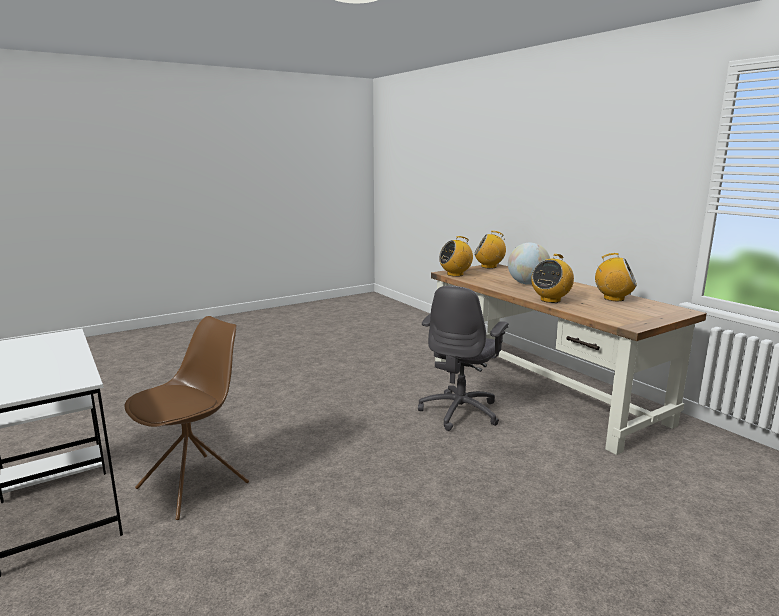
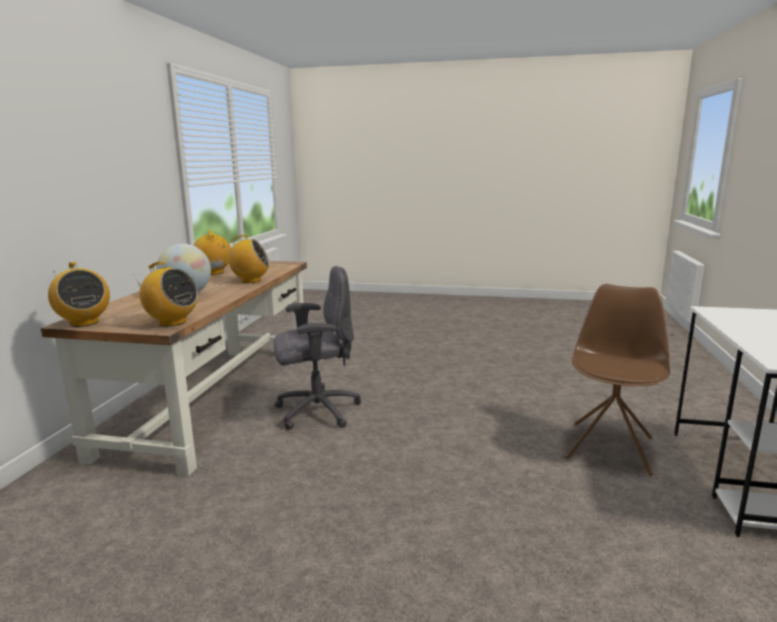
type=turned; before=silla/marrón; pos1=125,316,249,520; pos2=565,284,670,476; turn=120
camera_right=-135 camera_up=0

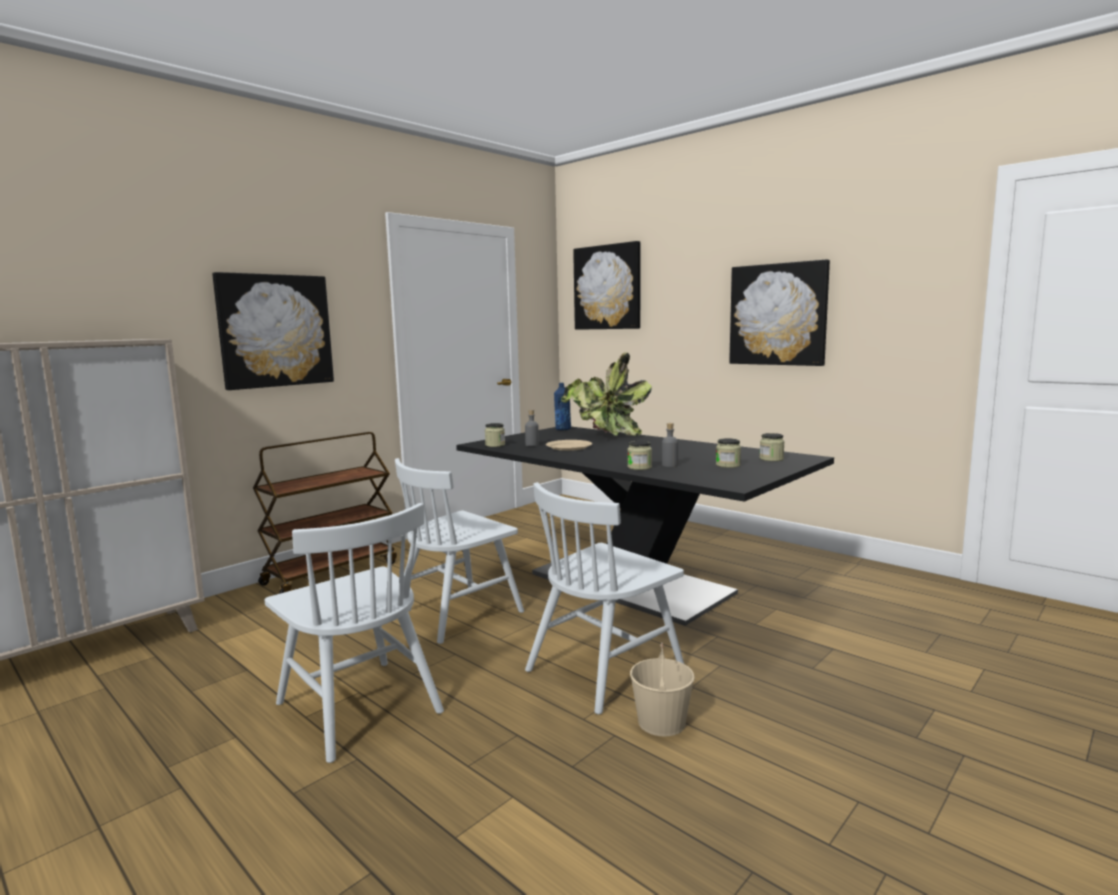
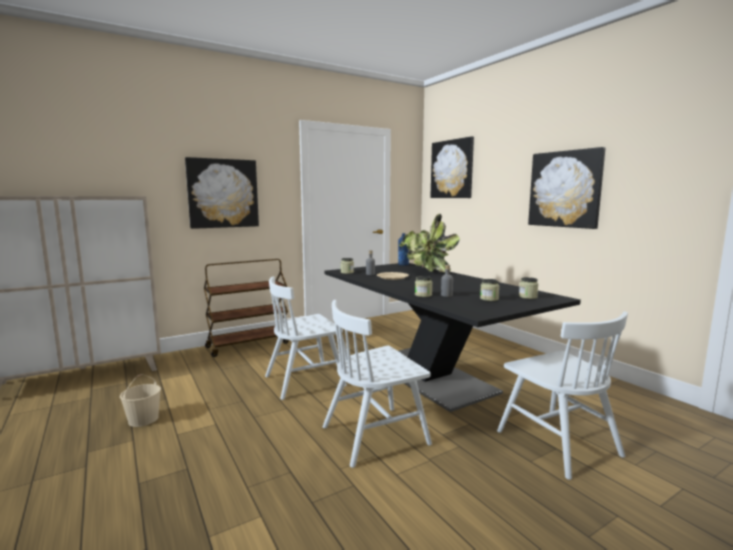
type=moved; before=silla/blanco; pos1=265,503,444,763; pos2=497,311,628,480
type=moved; before=cubo/beis; pos1=630,643,695,737; pos2=120,374,161,427
camera_right=15 camera_up=0

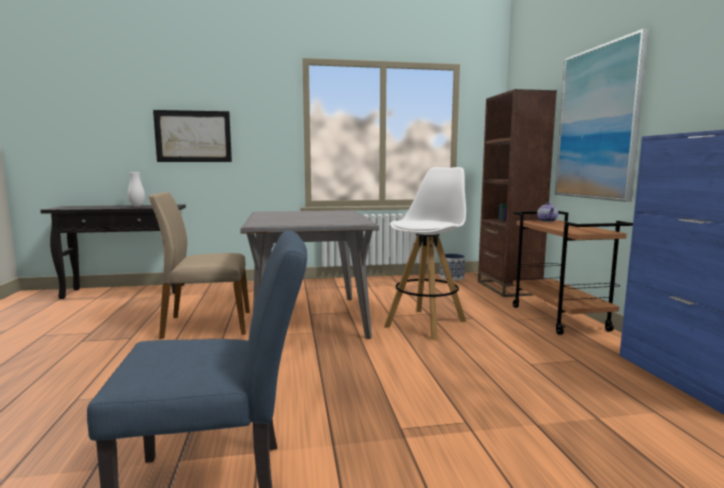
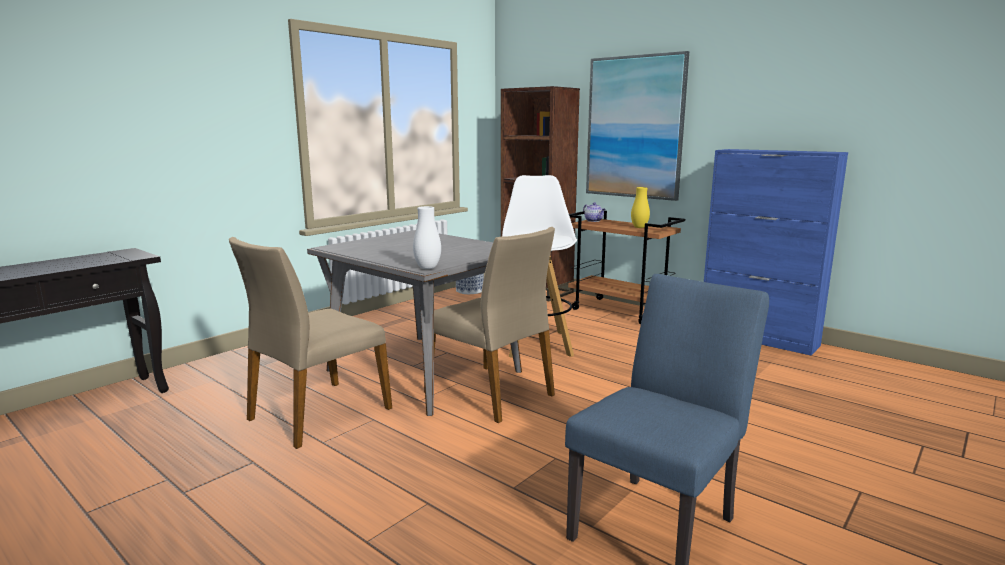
type=removed; before=cuadro; pos1=153,110,232,162
type=added; after=silla/beis; pos2=424,227,555,423
type=added; after=florero/amarillo; pos2=631,187,650,228
type=moved; before=florero/blanco; pos1=128,172,145,207; pos2=413,206,441,269
camera_right=-40 camera_up=5

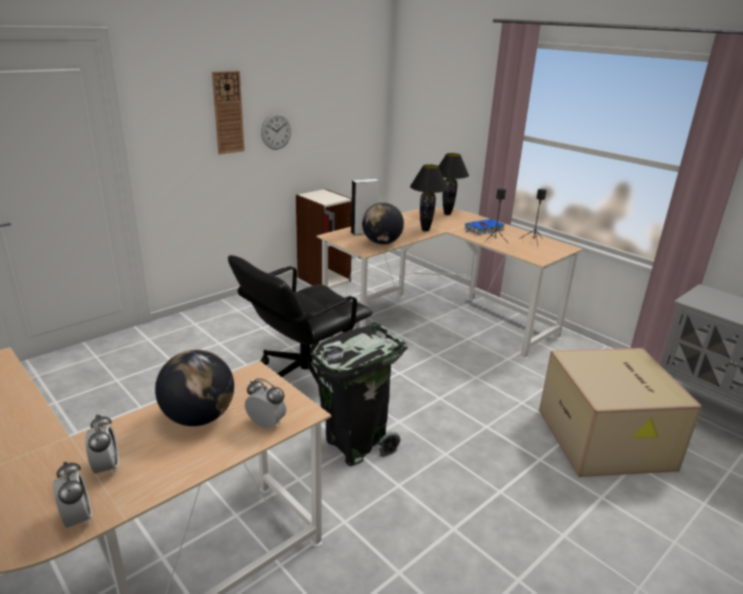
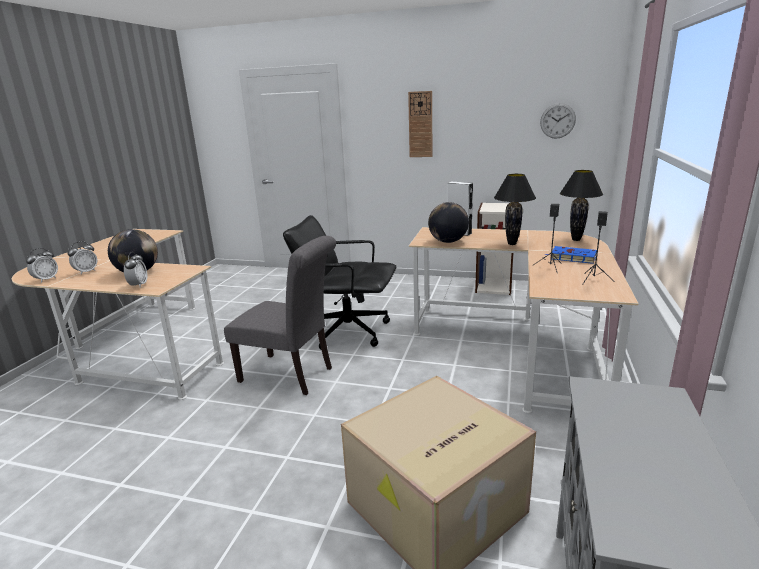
type=moved; before=reloj de pared; pos1=261,113,292,150; pos2=540,103,576,139
type=replaced; before=papelera/negro; after=silla/gris; pos1=312,322,408,466; pos2=224,236,336,395
camera_right=60 camera_up=-5

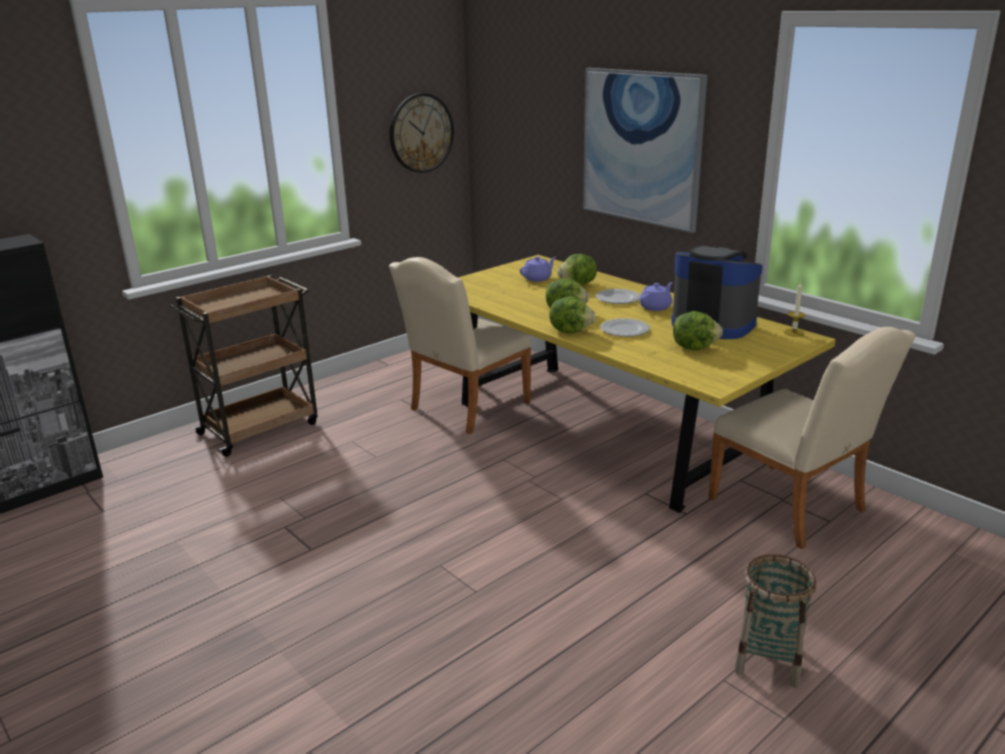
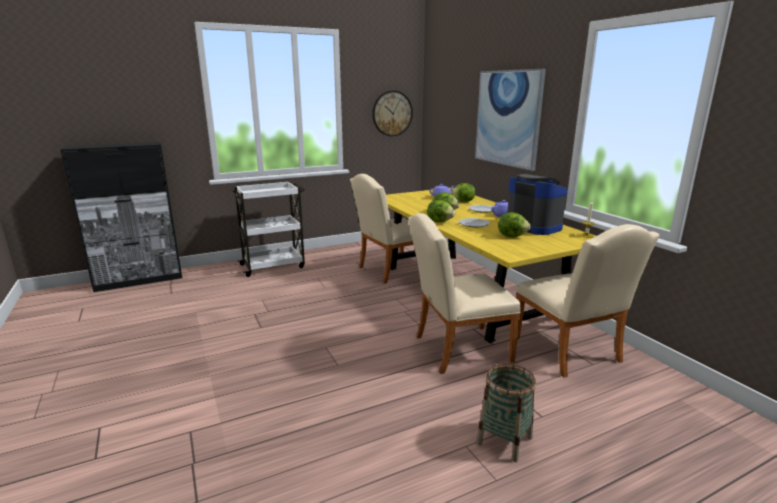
type=added; after=silla/beis; pos2=408,213,521,374
type=recoloured; before=carrito/marrón; after=carrito/blanco; pos1=169,275,318,457; pos2=229,181,305,277
camera_right=15 camera_up=-5

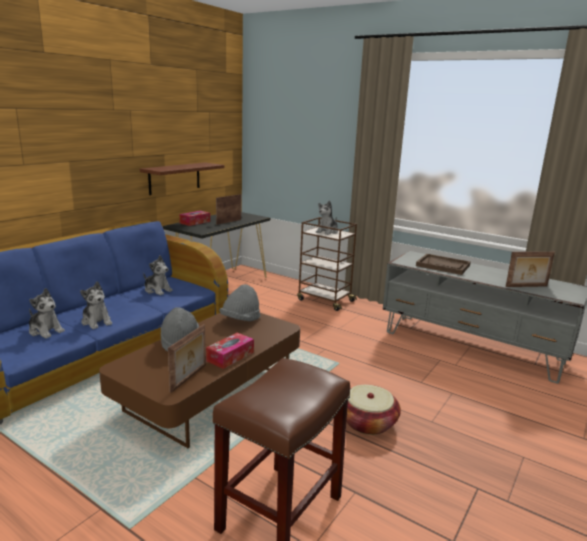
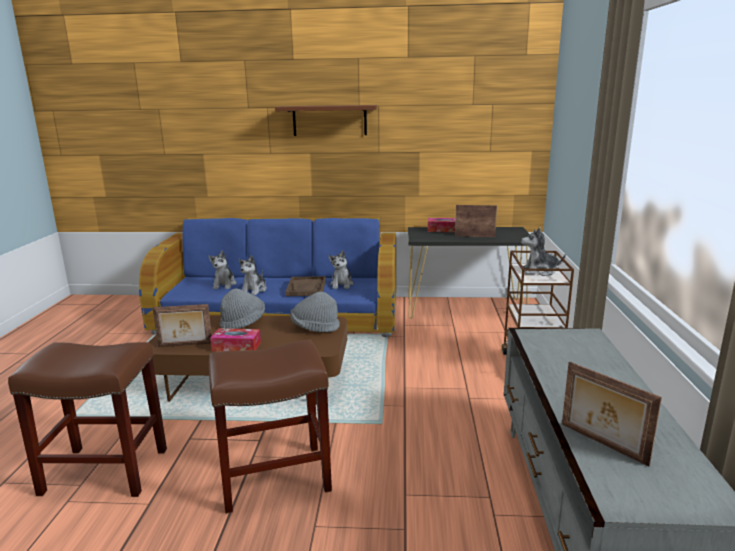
type=moved; before=estante/marrón; pos1=140,162,224,195; pos2=275,105,377,136
type=moved; before=bandeja/marrón; pos1=416,254,471,275; pos2=286,276,326,296
type=replaced; before=cesta; after=taburete/marrón; pos1=346,385,401,435; pos2=209,339,332,514
camera_right=60 camera_up=0

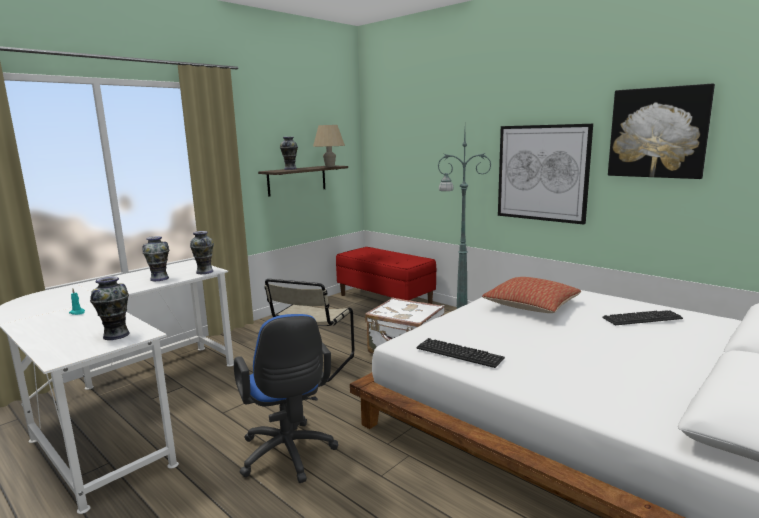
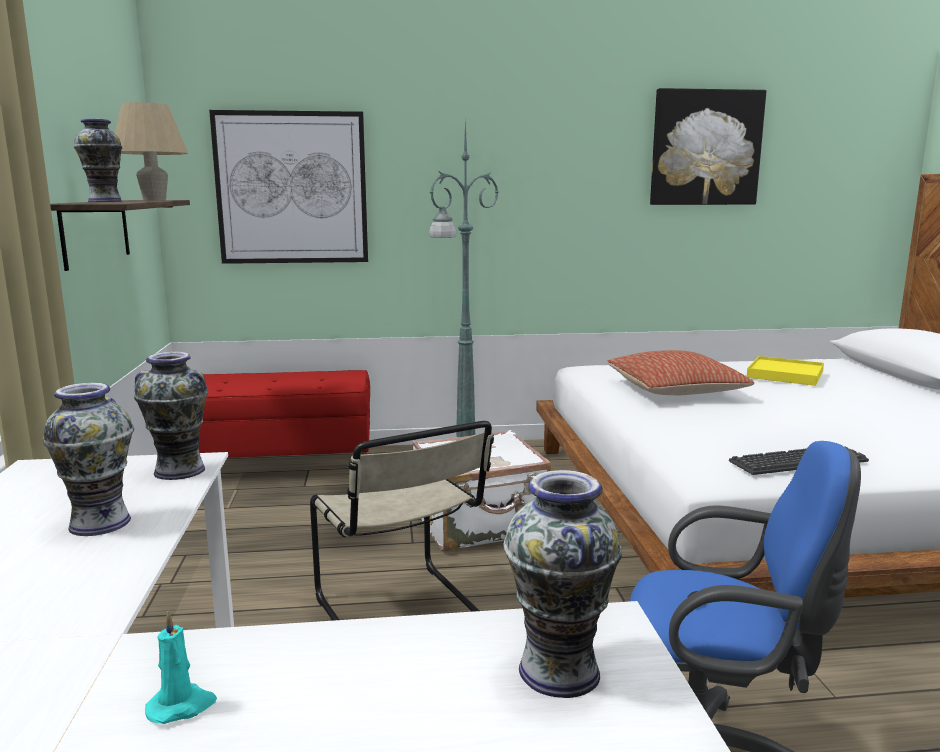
type=moved; before=cuadro; pos1=498,124,593,225; pos2=209,110,368,264
type=replaced; before=teclado; after=bandeja/amarillo; pos1=602,310,683,325; pos2=747,356,824,386
camera_right=-50 camera_up=0

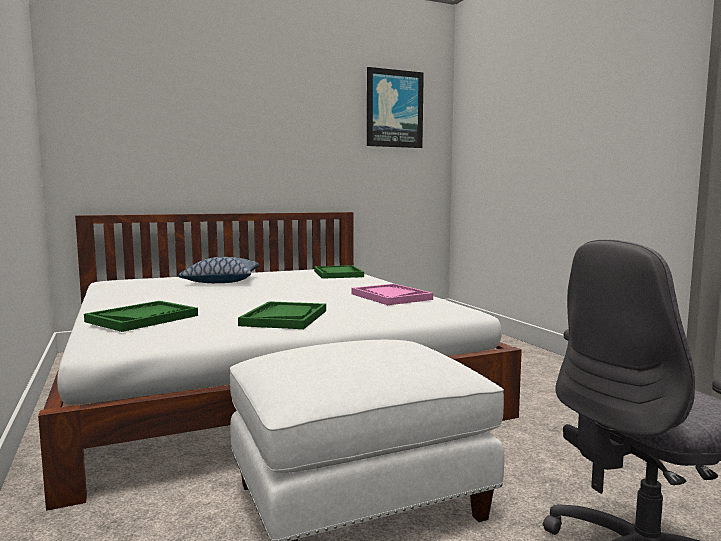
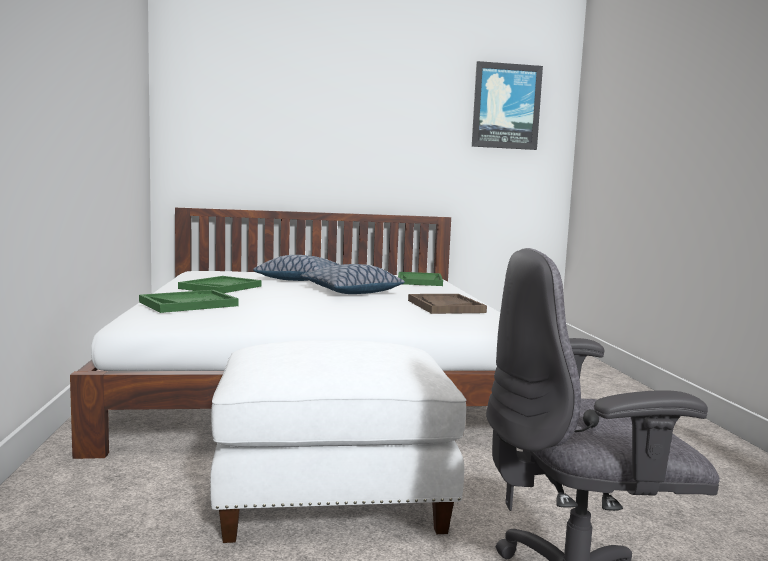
type=added; after=cojín; pos2=301,264,405,294
type=moved; before=bandeja/verde; pos1=238,301,326,329; pos2=178,276,261,293
type=recoloured; before=bandeja/rosa; after=bandeja/marrón; pos1=351,284,433,305; pos2=408,294,487,314
camera_right=15 camera_up=0

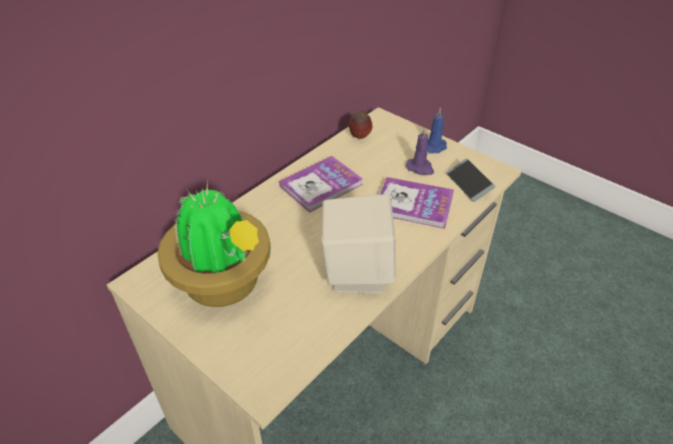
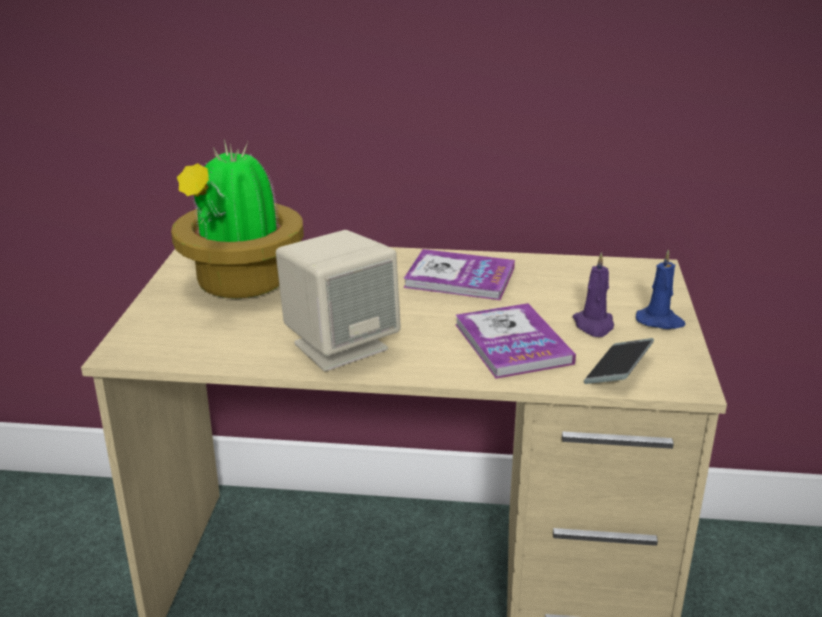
type=removed; before=manzana; pos1=348,111,372,139
camera_right=55 camera_up=-15

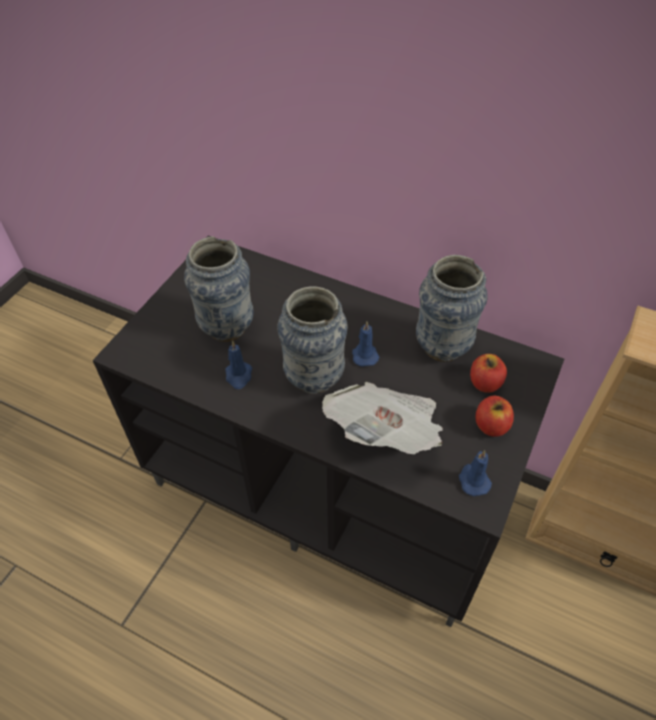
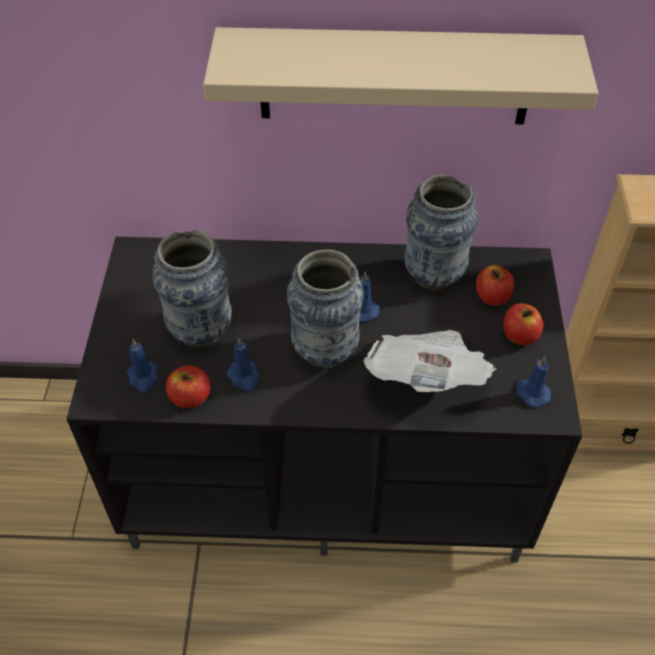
type=added; after=vela/azul; pos2=127,339,158,393
type=added; after=manzana; pos2=166,366,211,408
type=added; after=estante/beis; pos2=203,27,599,125
camera_right=-25 camera_up=0

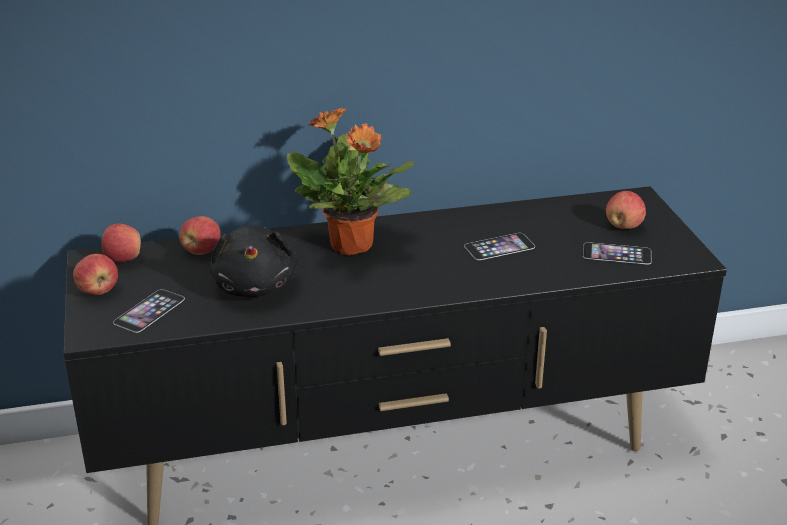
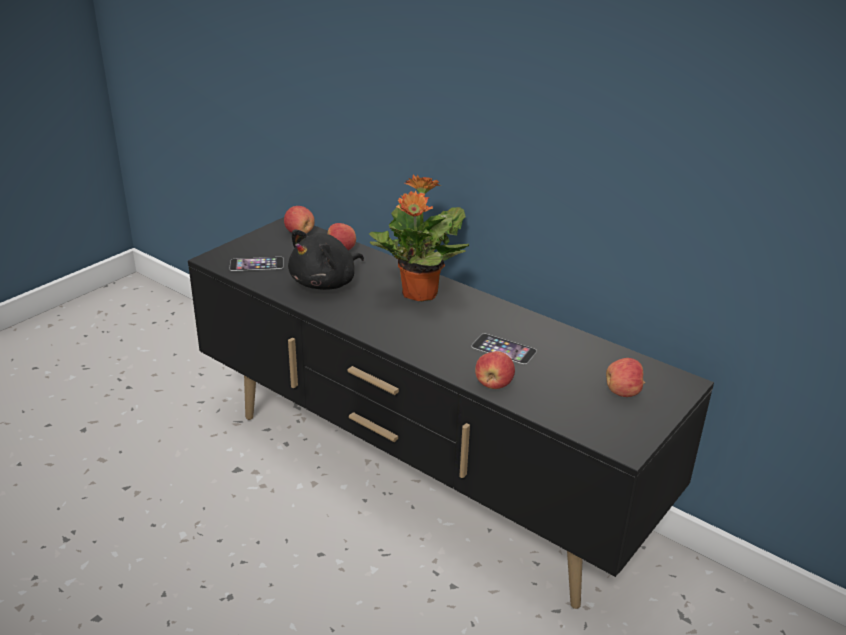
type=removed; before=móvil; pos1=583,242,652,264
type=moved; before=manzana; pos1=73,254,118,295; pos2=475,351,515,389
camera_right=50 camera_up=0

